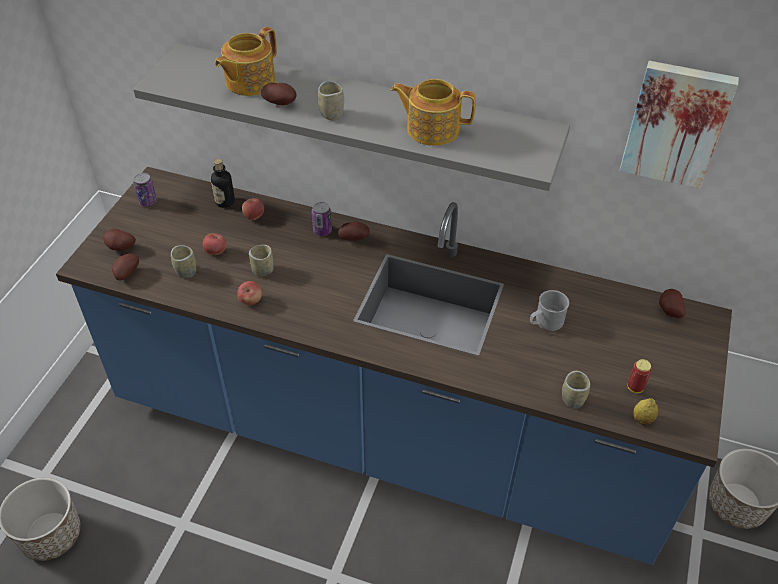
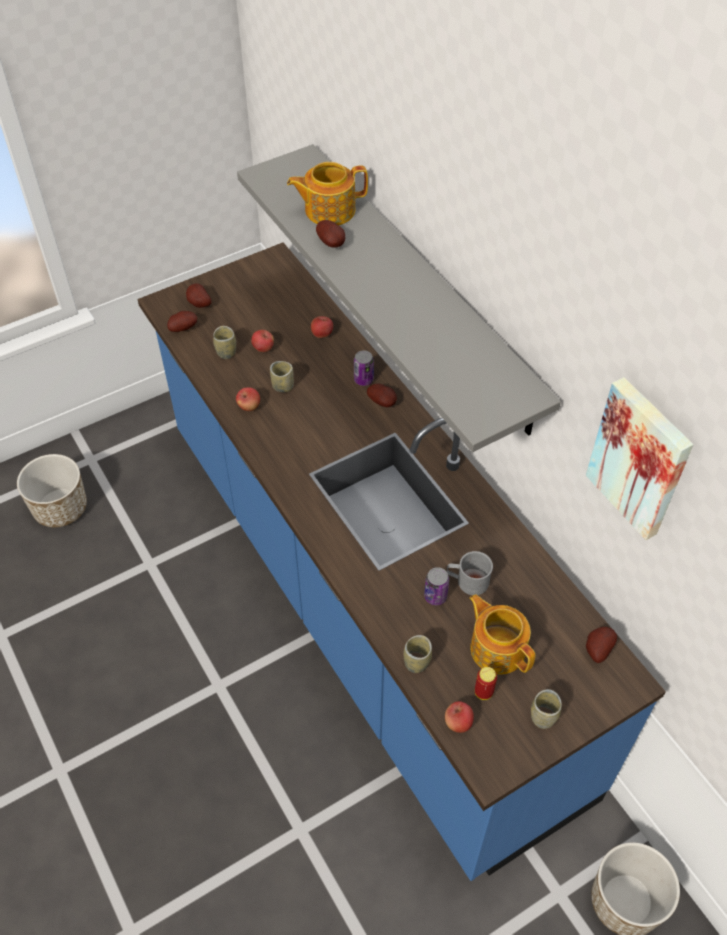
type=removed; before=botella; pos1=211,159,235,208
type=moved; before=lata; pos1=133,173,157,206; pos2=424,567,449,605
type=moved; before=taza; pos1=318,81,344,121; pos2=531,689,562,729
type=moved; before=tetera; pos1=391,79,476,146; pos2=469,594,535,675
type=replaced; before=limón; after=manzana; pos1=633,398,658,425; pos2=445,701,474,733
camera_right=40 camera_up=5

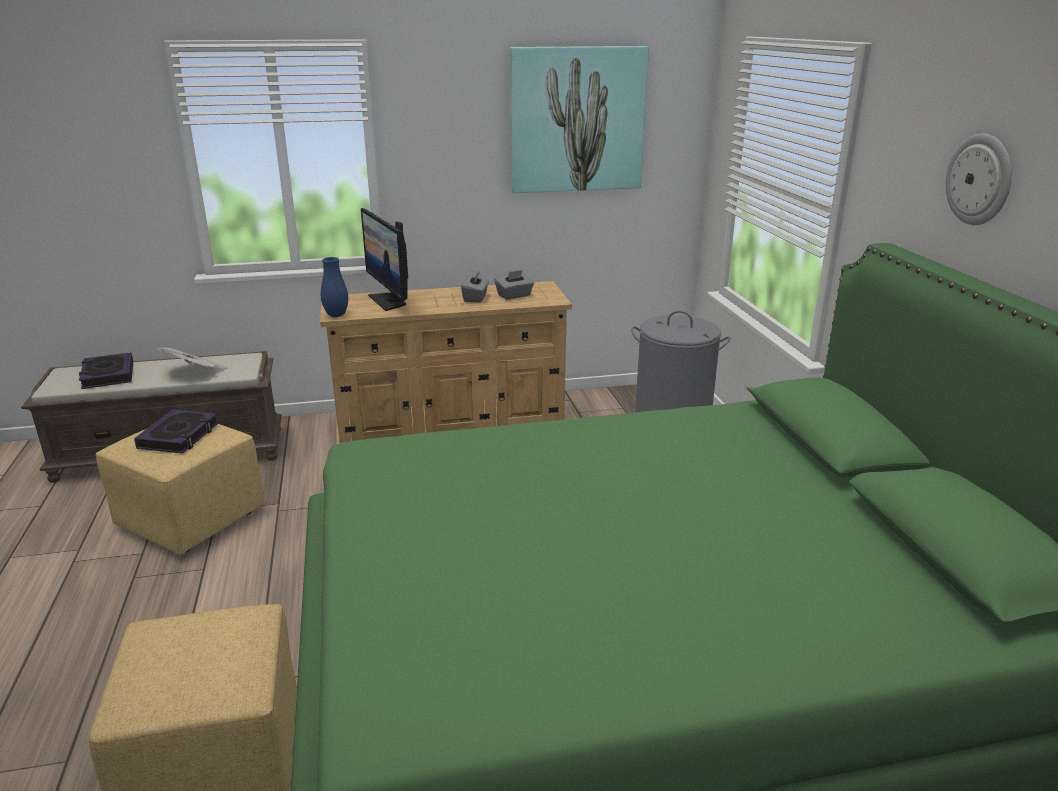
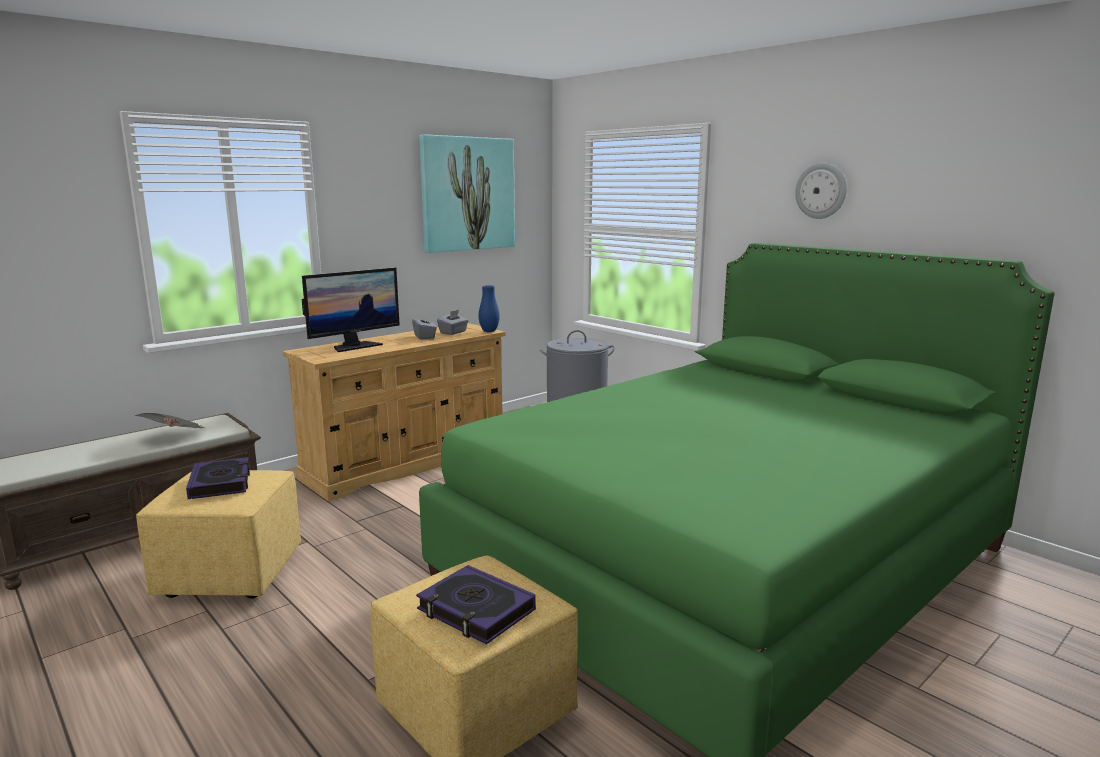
type=moved; before=libro; pos1=79,352,133,389; pos2=416,565,536,645
type=moved; before=florero/azul; pos1=321,257,348,317; pos2=479,285,500,332
type=turned; before=monitor; pos1=361,208,408,311; pos2=302,267,400,352; turn=-75
camera_right=-30 camera_up=-10

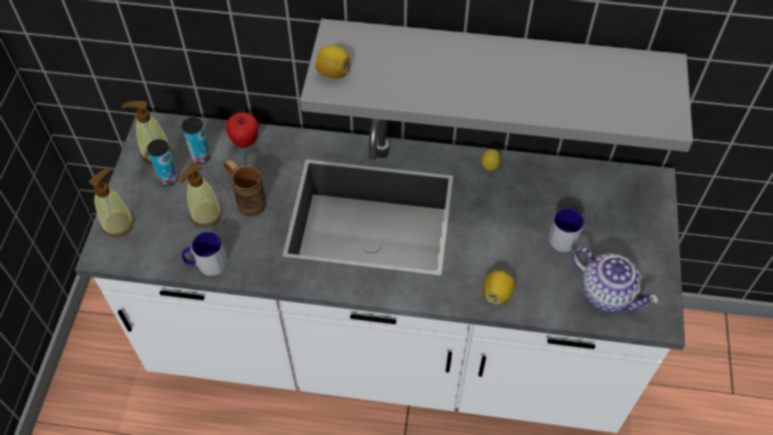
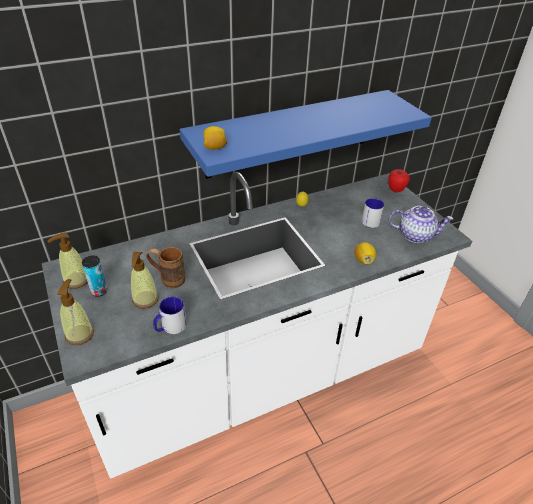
type=removed; before=lata; pos1=182,117,211,164
type=moved; before=manzana; pos1=226,112,258,148; pos2=388,169,409,193
type=recoloured; before=estante/gris; after=estante/azul; pos1=300,19,693,152; pos2=180,90,432,179
camera_right=-35 camera_up=-15

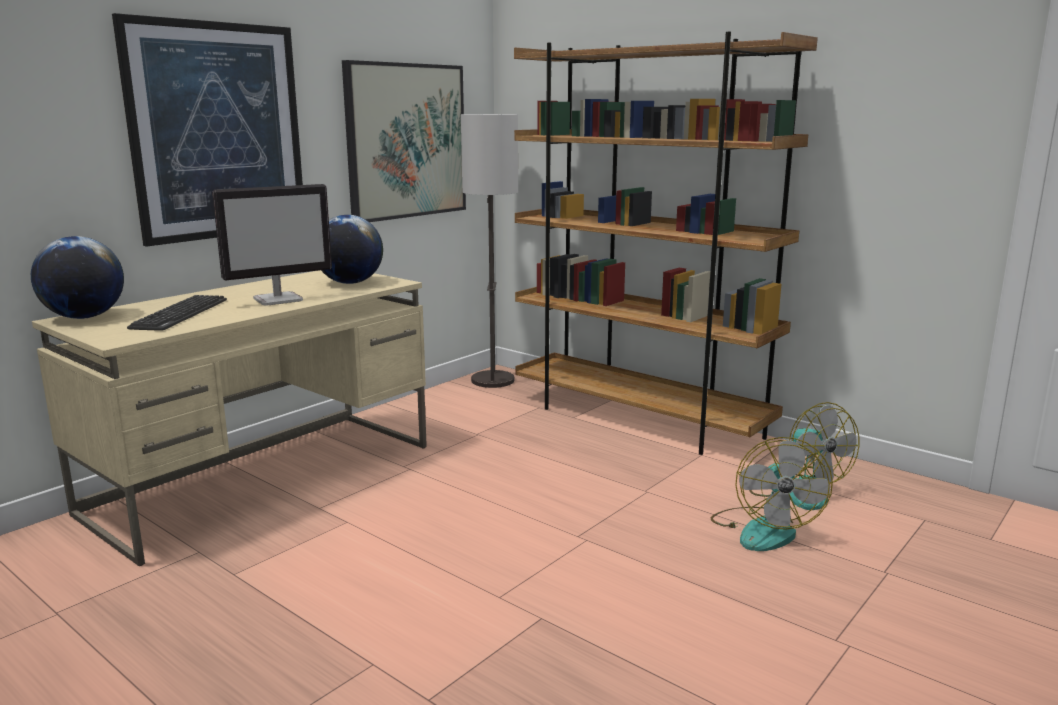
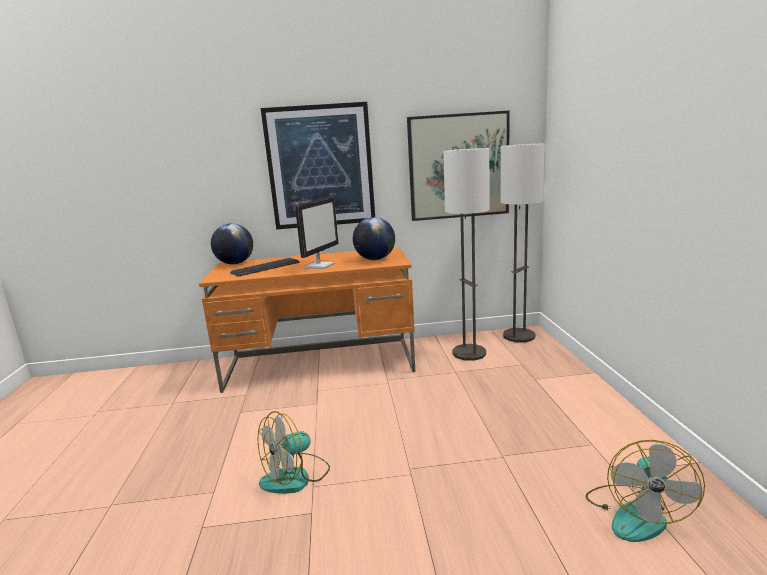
type=removed; before=estantería/marrón; pos1=514,32,818,455
type=added; after=lámpara de pie; pos2=443,148,489,361
type=moved; before=ventilador; pos1=711,437,833,551; pos2=258,411,330,494
type=recoloured; before=escritorio/beis; after=escritorio/naranja; pos1=32,270,427,566; pos2=199,247,415,393
type=turned; before=monitor; pos1=212,184,332,306; pos2=295,196,338,269; turn=-75
camera_right=45 camera_up=0

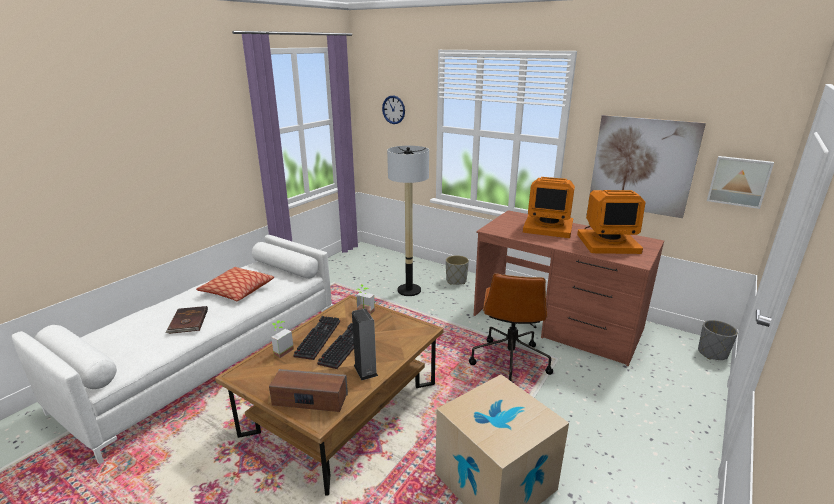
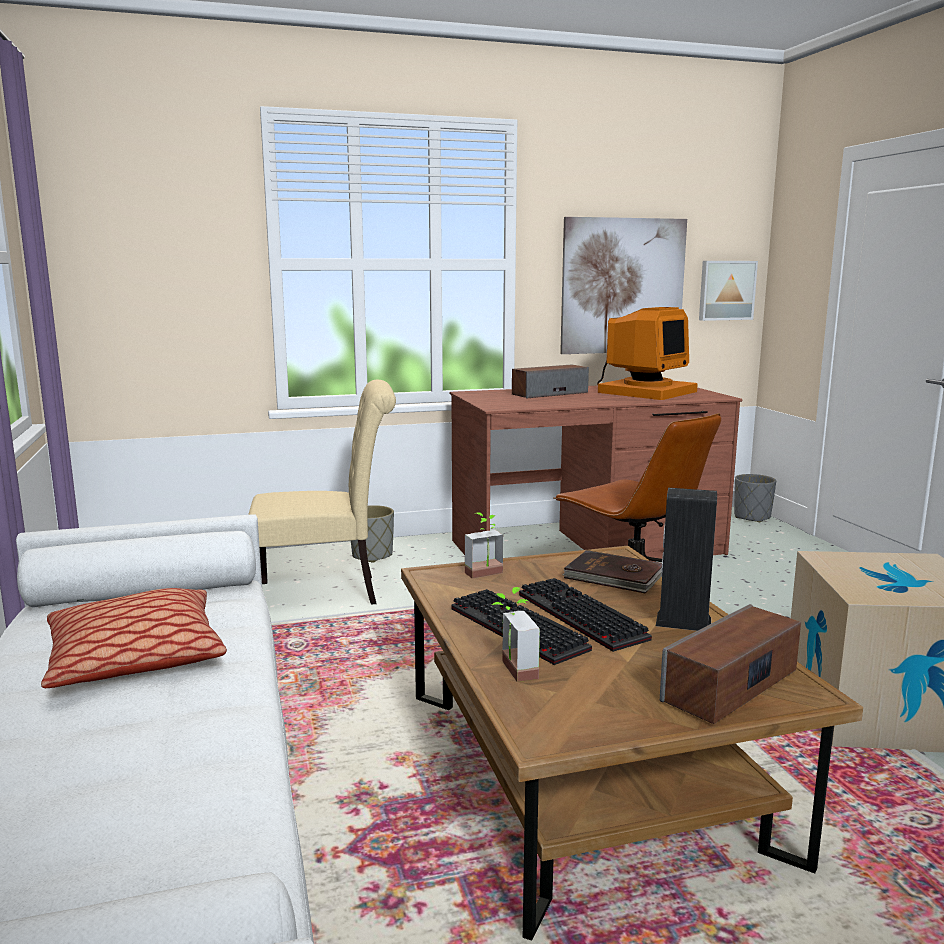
type=removed; before=reloj de pared; pos1=382,95,405,124
type=moved; before=libro/marrón; pos1=165,306,208,334; pos2=563,550,662,593
type=replaced; before=lámpara de pie; after=silla/beis; pos1=387,146,429,296; pos2=248,380,396,604
type=replaced; before=monitor; after=altavoz; pos1=523,177,575,238; pos2=512,365,589,398
camera_right=-50 camera_up=-10

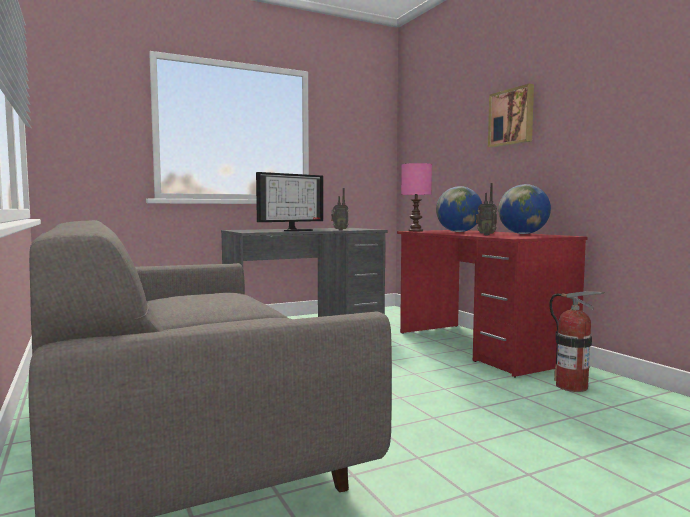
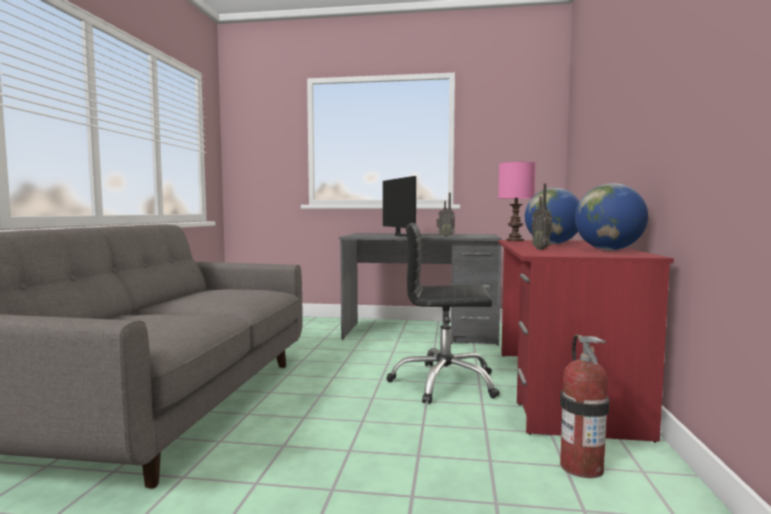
type=removed; before=cuadro; pos1=488,84,534,148
type=added; after=silla de oficina/negro; pos2=387,223,500,404
type=turned; before=monitor; pos1=256,172,323,231; pos2=383,176,421,237; turn=-105
camera_right=35 camera_up=0

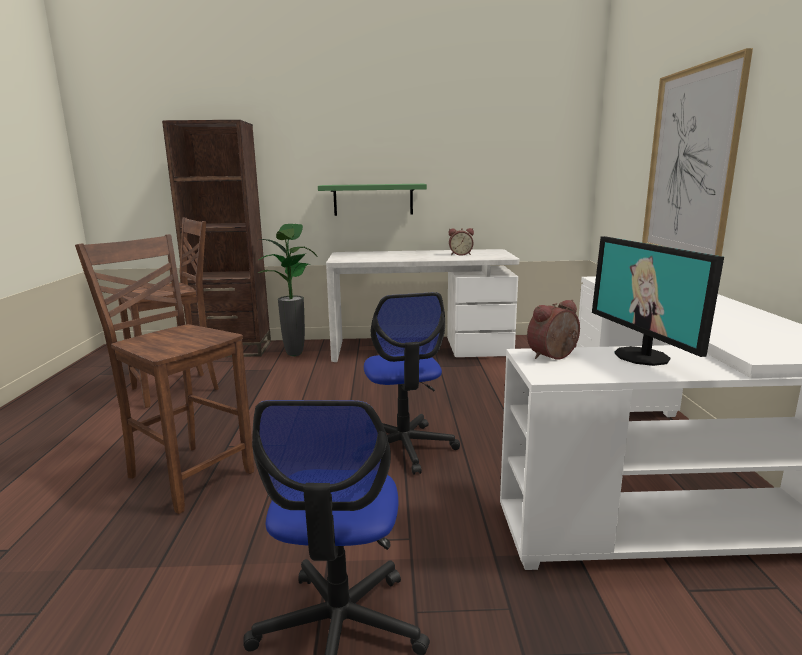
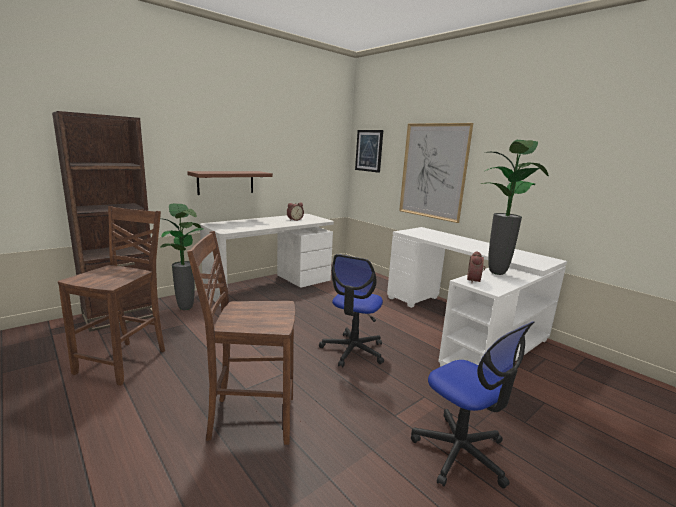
type=added; after=cuadro; pos2=355,130,383,173
type=replaced; before=monitor; after=planta en maceta; pos1=592,236,724,366; pos2=481,140,549,275
type=recoloured; before=estante/verde; after=estante/marrón; pos1=318,184,427,216; pos2=187,171,273,195
type=turned; before=silla de oficina; pos1=364,292,460,475; pos2=319,254,384,367; turn=75
camera_right=-40 camera_up=0

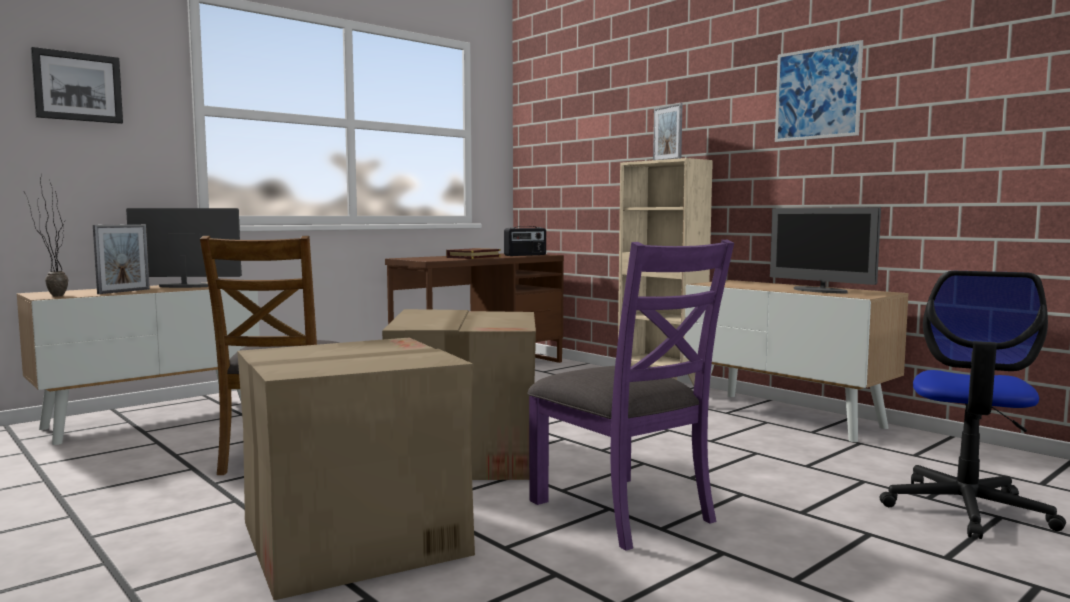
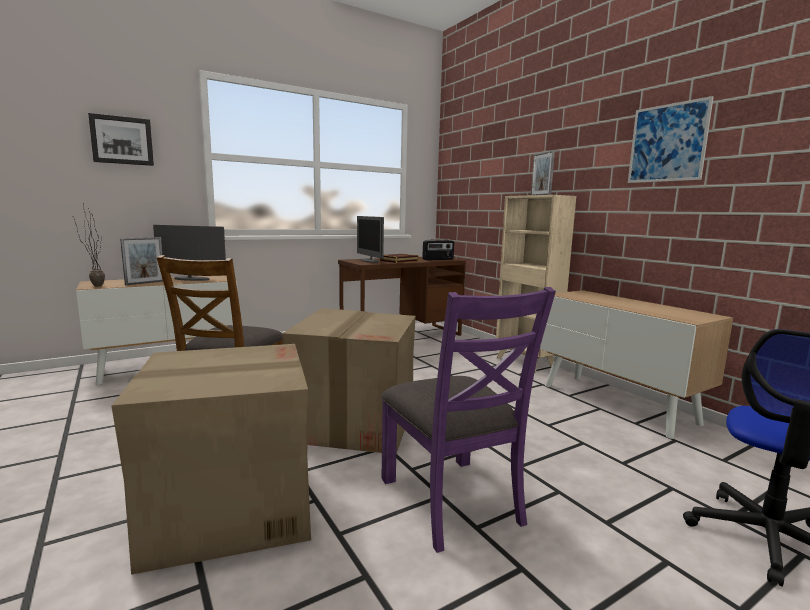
type=moved; before=monitor; pos1=770,207,881,294; pos2=357,216,384,263
camera_right=10 camera_up=5

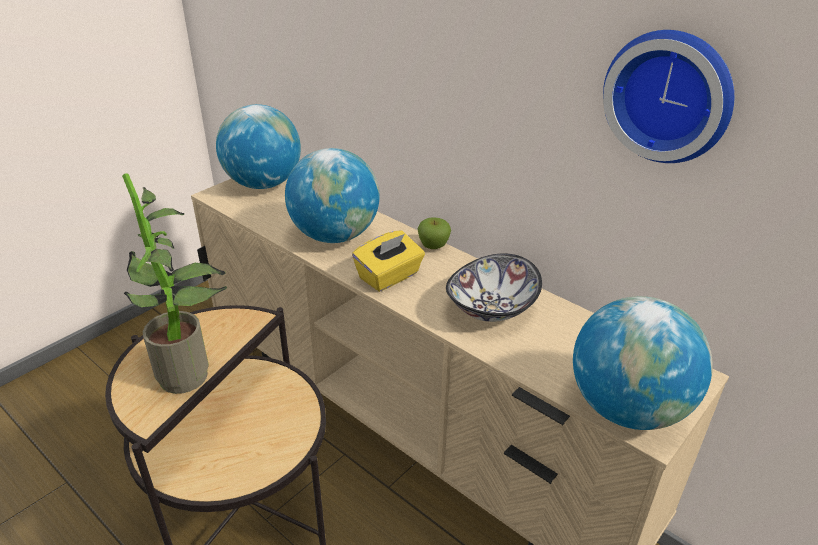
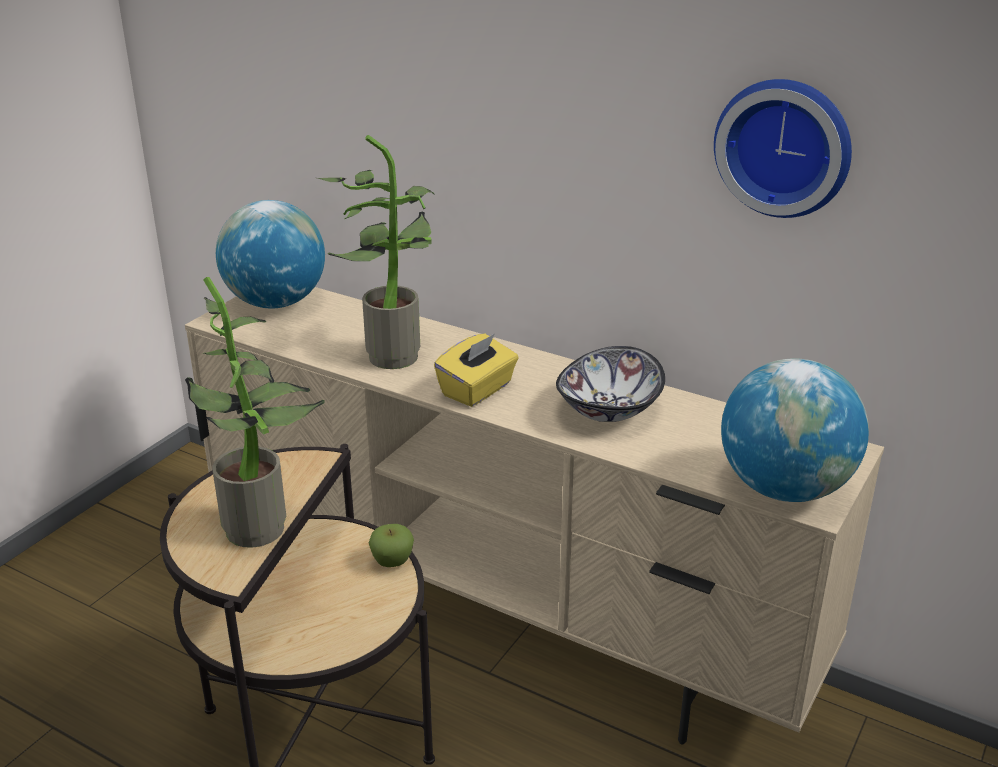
type=moved; before=manzana; pos1=418,218,451,249; pos2=369,524,414,567
type=replaced; before=globo terráqueo; after=planta en maceta; pos1=285,148,380,243; pos2=317,135,435,369
camera_right=-10 camera_up=-5

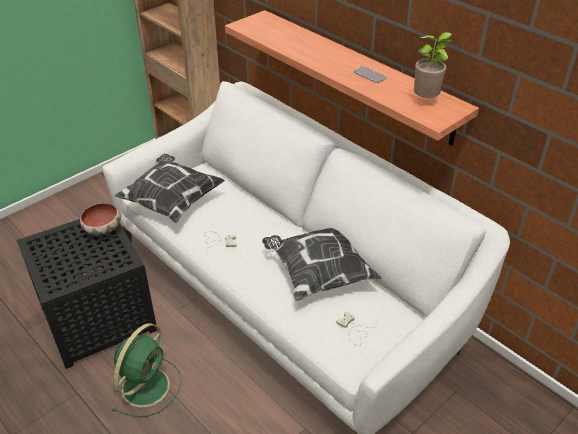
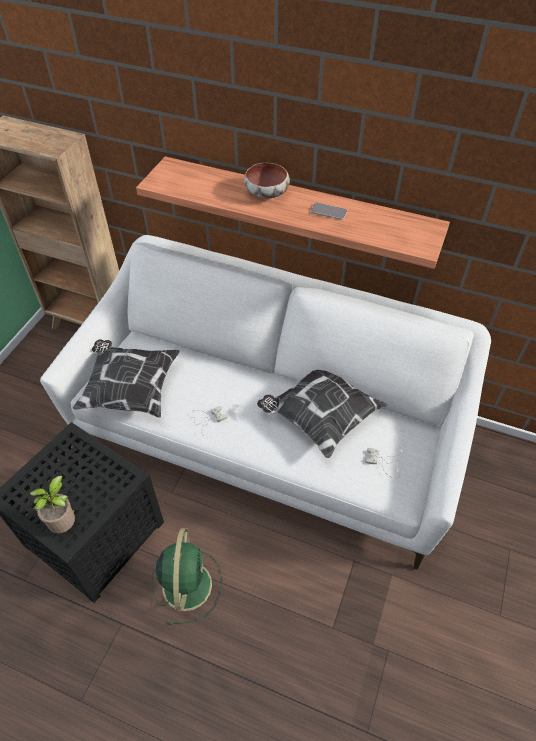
type=moved; before=cuenco; pos1=80,203,121,235; pos2=244,163,290,198
type=moved; before=planta en maceta; pos1=414,32,453,98; pos2=30,476,75,533
camera_right=-25 camera_up=10

